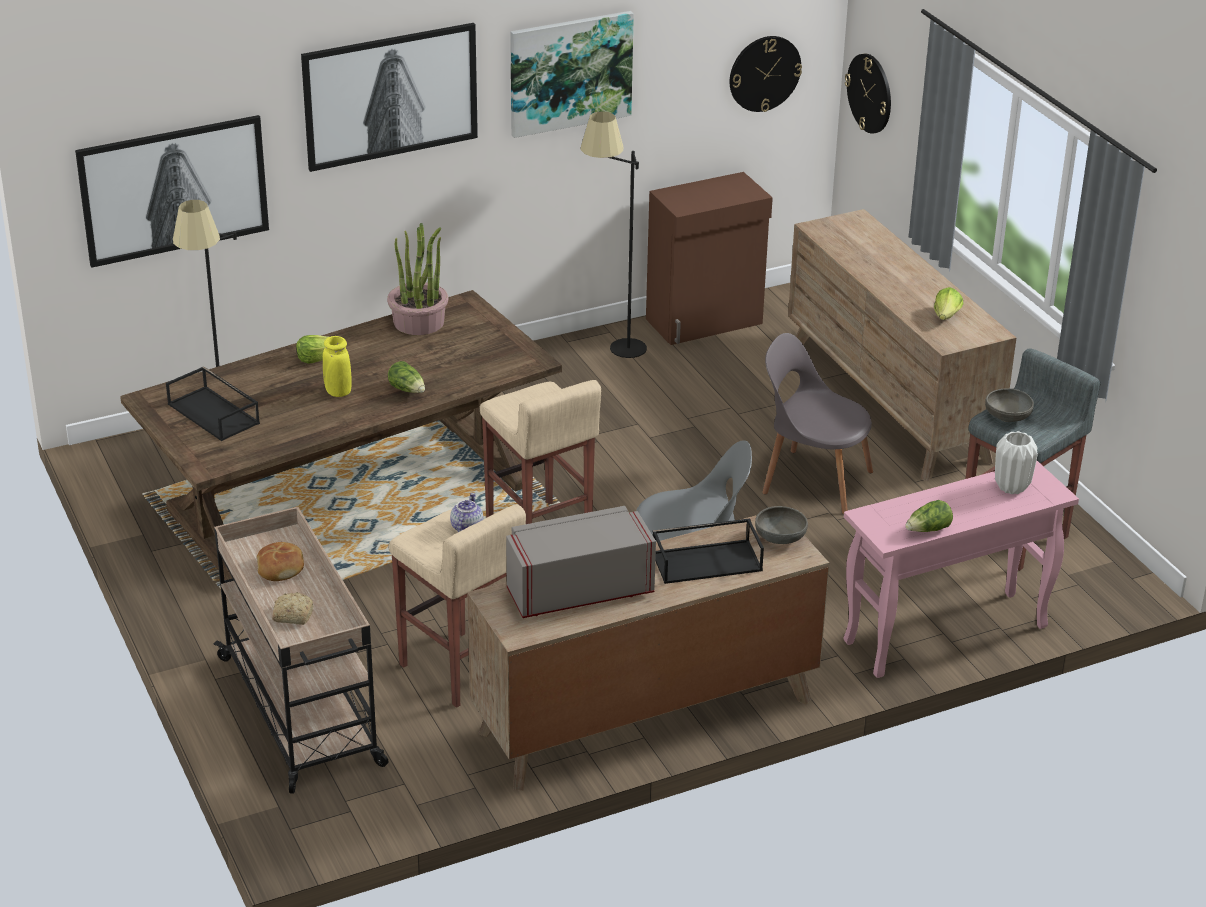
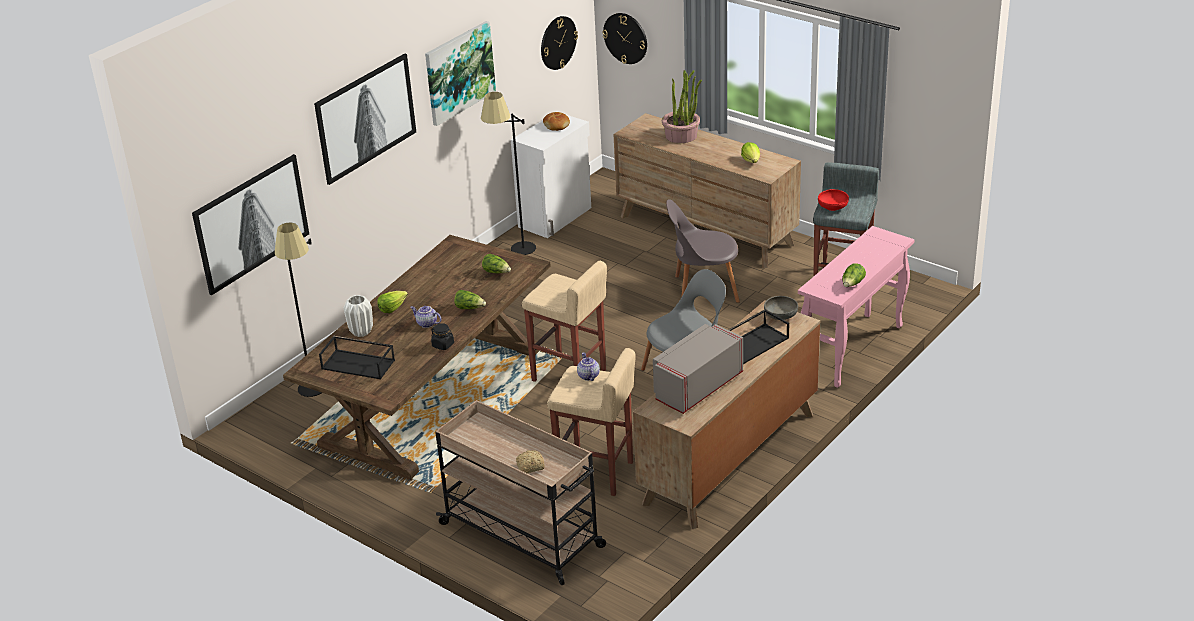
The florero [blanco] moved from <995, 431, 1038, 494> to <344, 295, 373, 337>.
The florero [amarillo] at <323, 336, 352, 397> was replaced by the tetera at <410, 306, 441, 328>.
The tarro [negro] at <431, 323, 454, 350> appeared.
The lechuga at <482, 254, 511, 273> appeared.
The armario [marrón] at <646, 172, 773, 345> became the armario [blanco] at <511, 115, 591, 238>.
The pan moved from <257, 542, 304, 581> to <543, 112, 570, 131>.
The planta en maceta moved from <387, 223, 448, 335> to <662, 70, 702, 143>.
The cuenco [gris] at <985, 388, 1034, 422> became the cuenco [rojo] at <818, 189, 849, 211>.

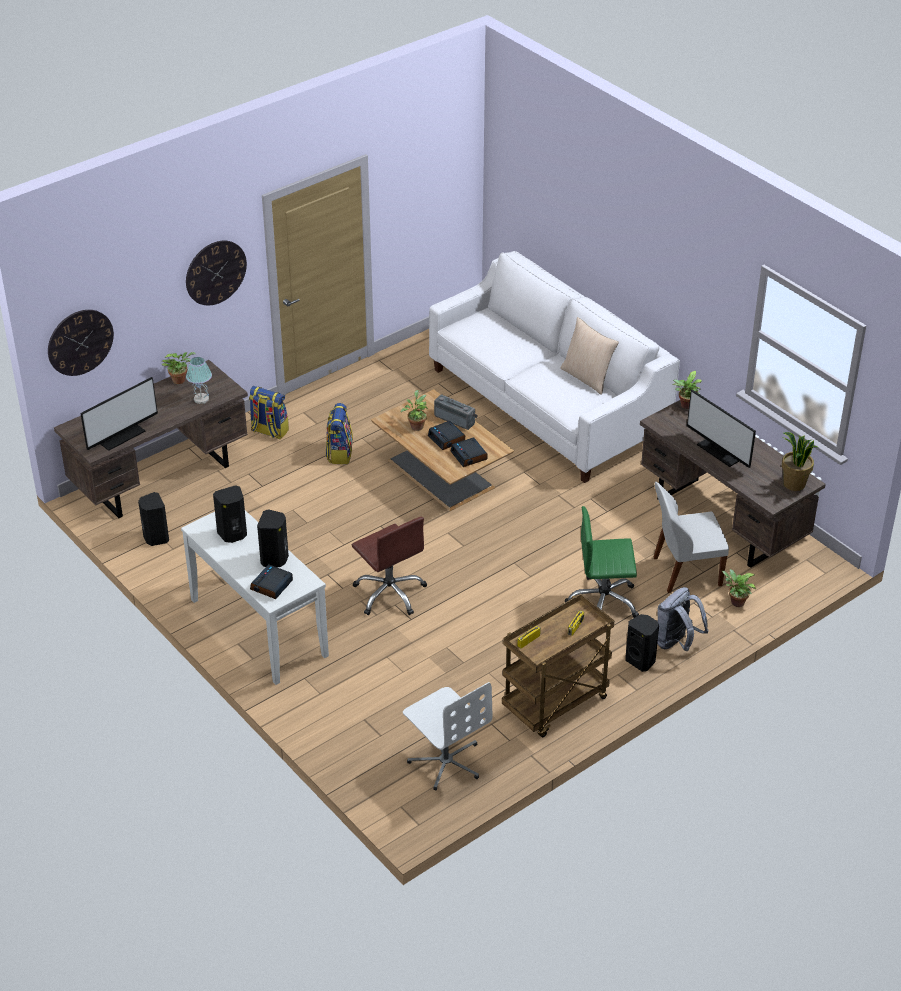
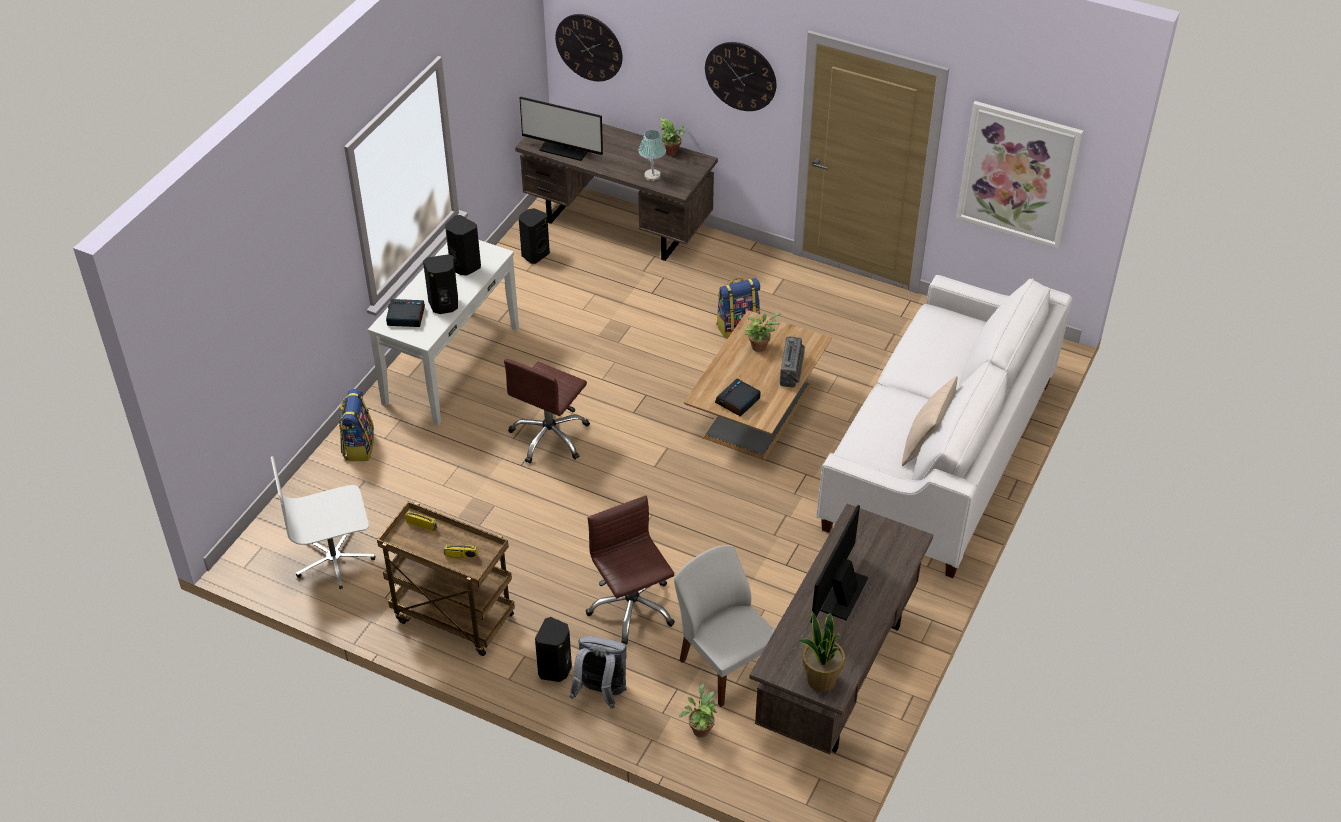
The silla de oficina [blanco] at <403, 682, 492, 790> turned 45 degrees clockwise.
The mochila moved from <249, 386, 289, 440> to <339, 389, 374, 461>.
The silla de oficina [verde] at <565, 506, 639, 618> became the silla de oficina [marrón] at <586, 495, 675, 645>.
The cuadro at <956, 101, 1083, 249> appeared.
The despertador at <428, 421, 465, 450> disappeared.
The planta en maceta at <672, 371, 702, 409> disappeared.

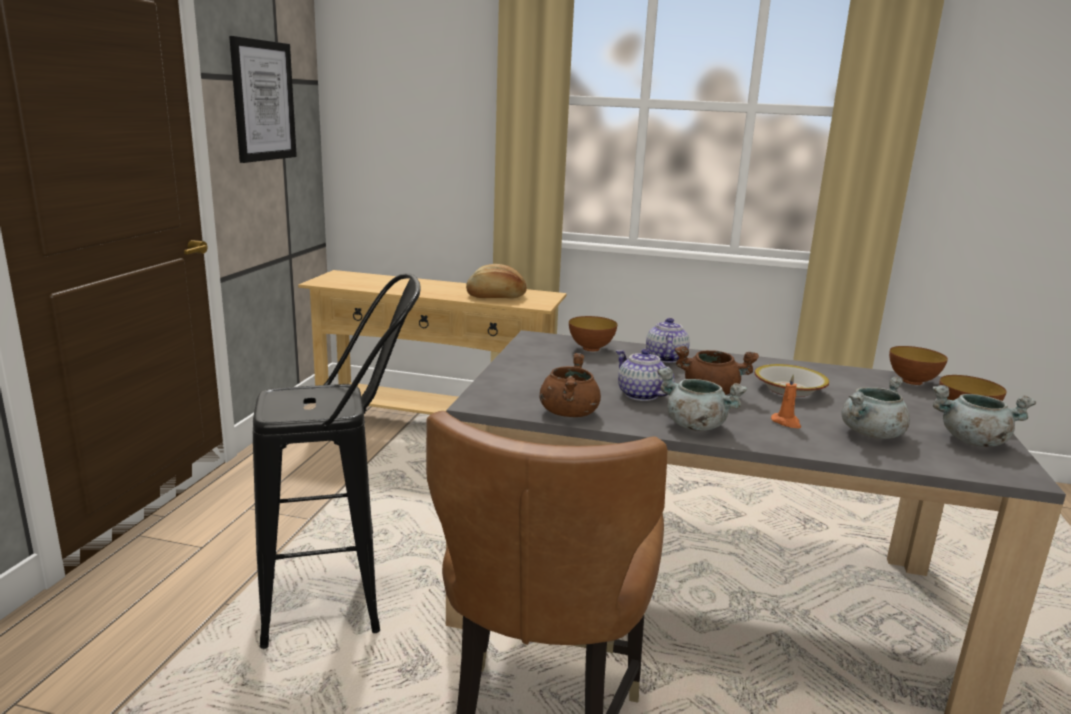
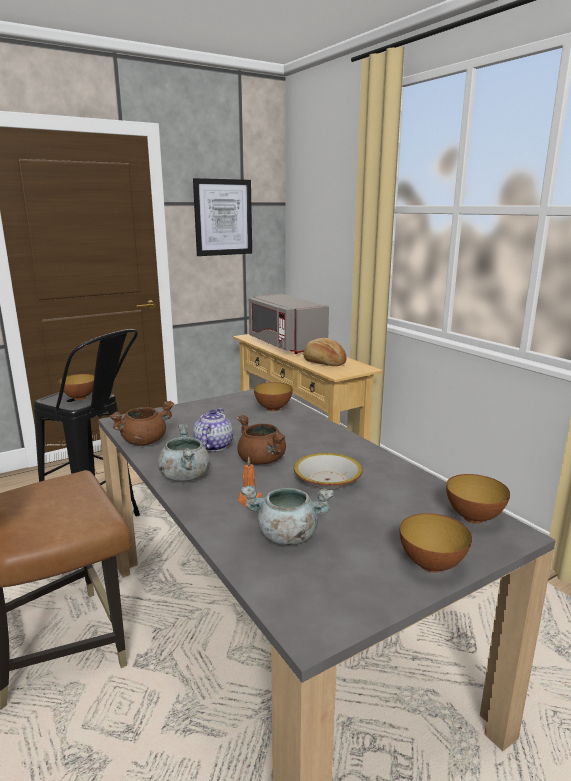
The cuenco at <59, 374, 95, 400> appeared.
The microondas [gris] at <249, 294, 329, 354> appeared.
The tetera at <646, 318, 690, 363> disappeared.
The olla [gris] at <932, 385, 1036, 447> disappeared.

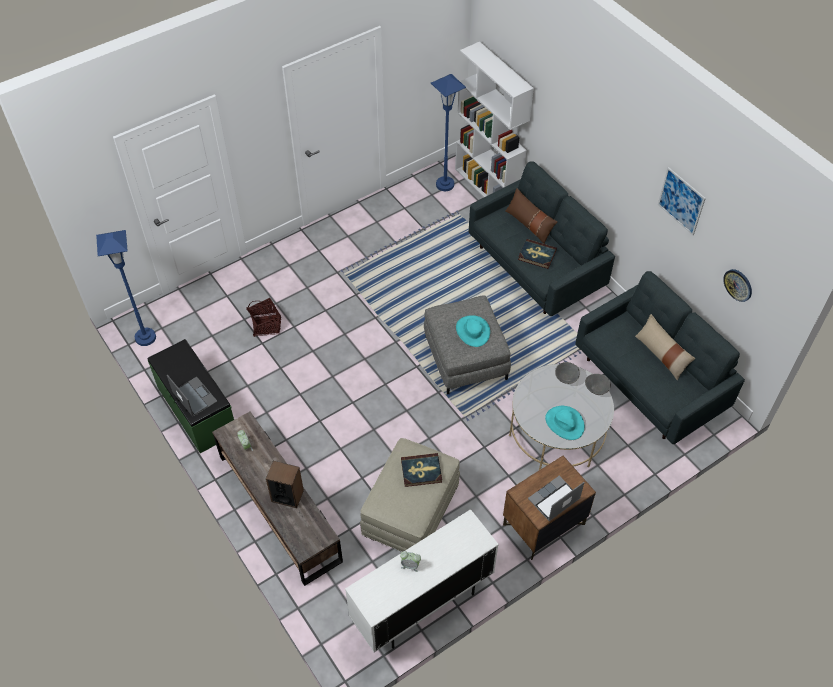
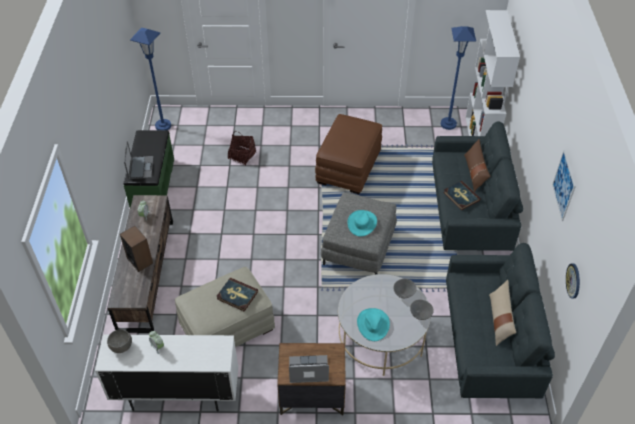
The cuenco [gris] at <107, 329, 132, 353> appeared.
The puf [marrón] at <315, 114, 382, 194> appeared.

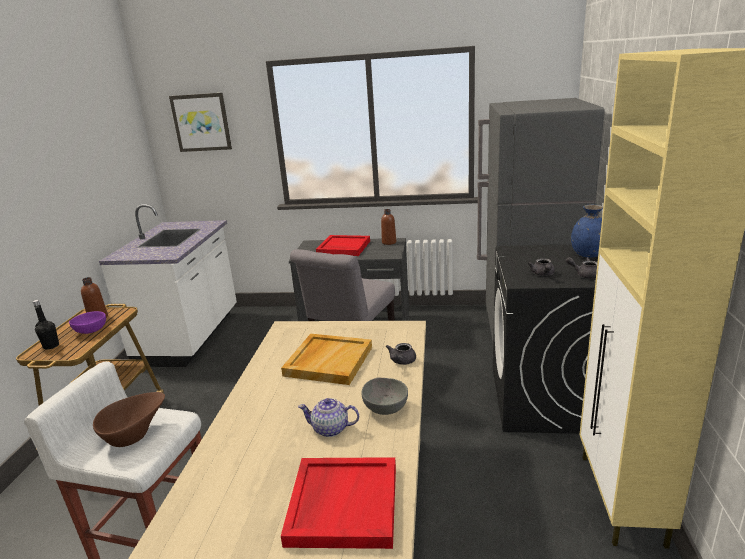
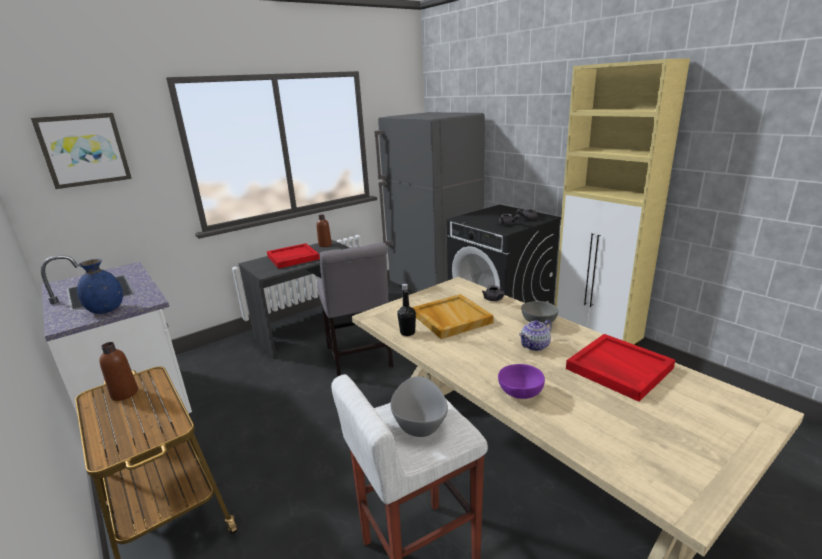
The florero [azul] moved from <571, 205, 603, 258> to <77, 259, 123, 314>.
The cuenco [marrón] at <93, 392, 165, 447> became the cuenco [gris] at <390, 376, 448, 437>.
The botella [negro] moved from <33, 300, 59, 349> to <397, 284, 416, 336>.
The cuenco [morado] moved from <69, 311, 106, 334> to <498, 364, 545, 399>.

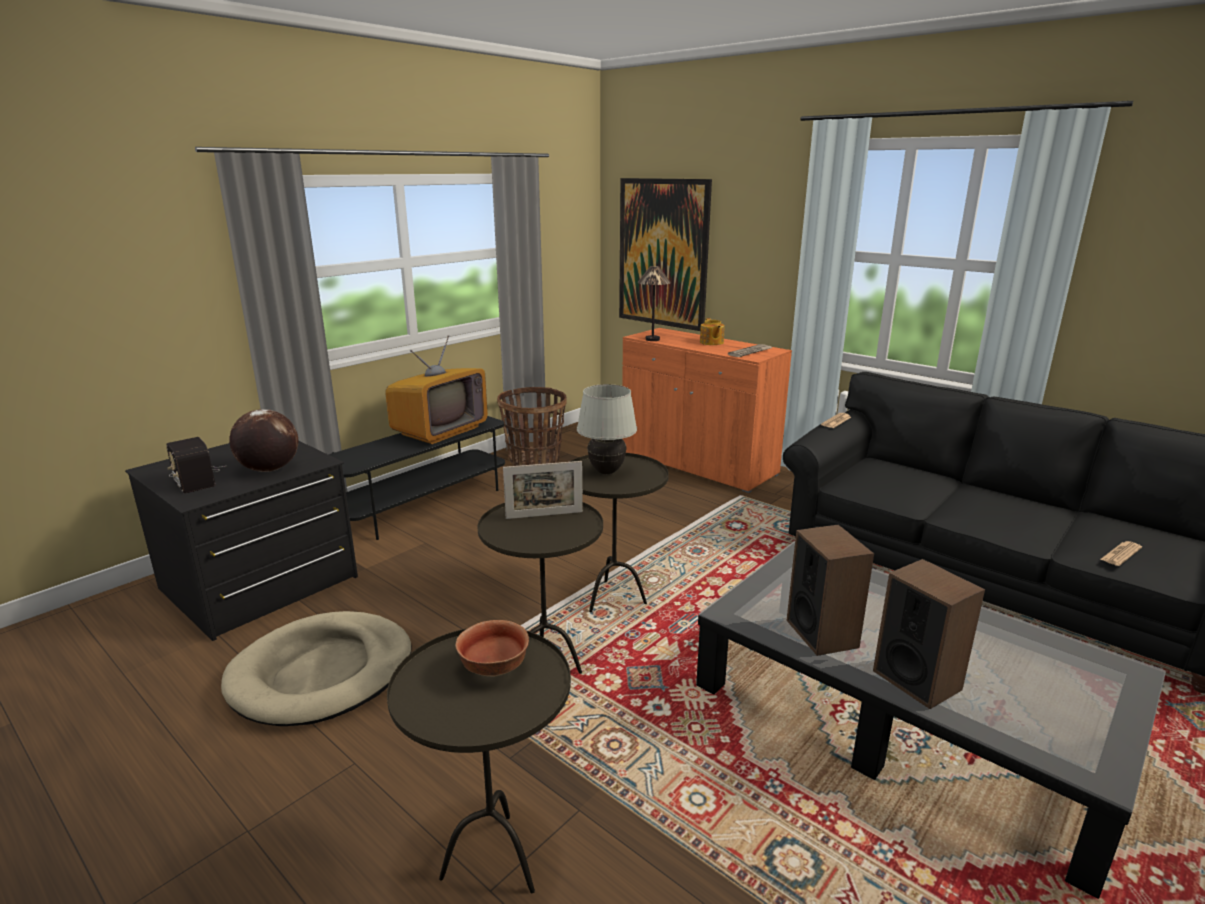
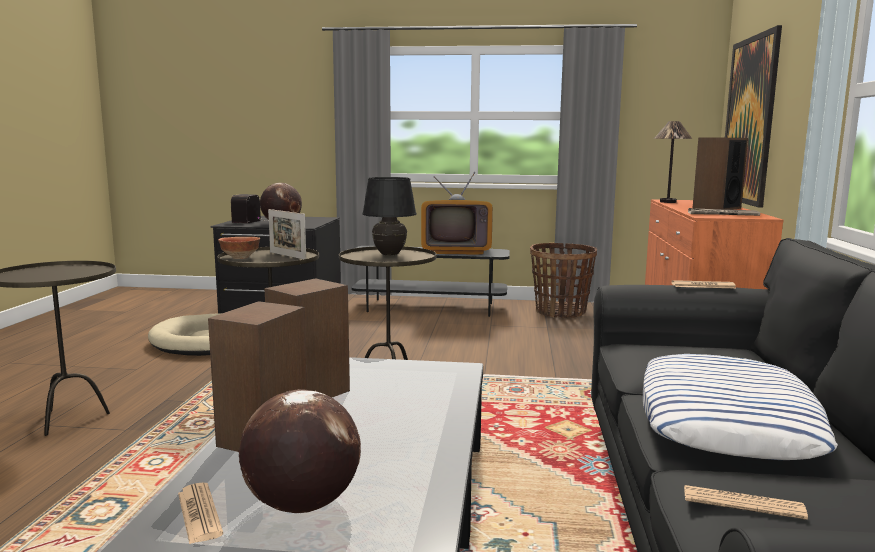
The periódico at <178, 483, 223, 544> appeared.
The cuenco moved from <455, 620, 529, 677> to <218, 237, 260, 259>.
The globo terráqueo at <239, 389, 361, 513> appeared.
The lámpara de mesa [blanco] at <577, 384, 637, 474> became the lámpara de mesa [negro] at <362, 177, 416, 256>.
The cojín at <643, 354, 838, 460> appeared.
The tetera at <700, 318, 725, 345> was replaced by the altavoz at <693, 138, 748, 210>.

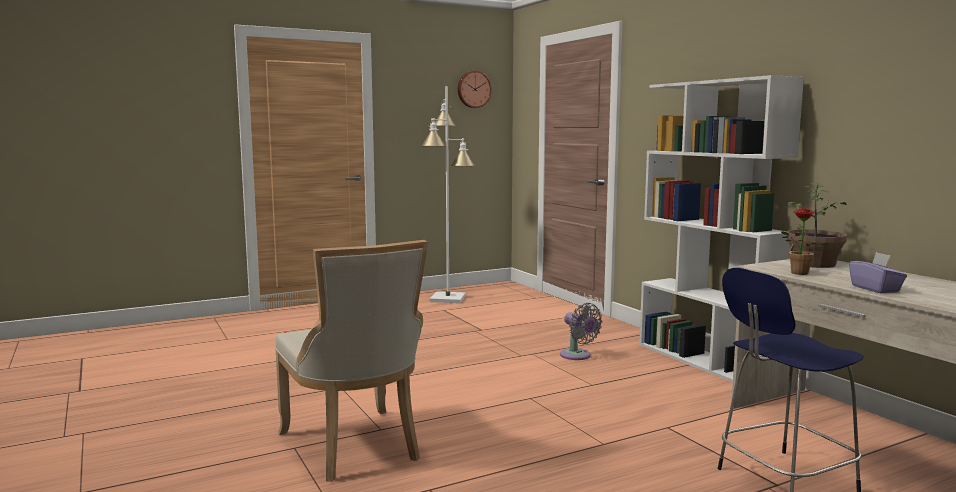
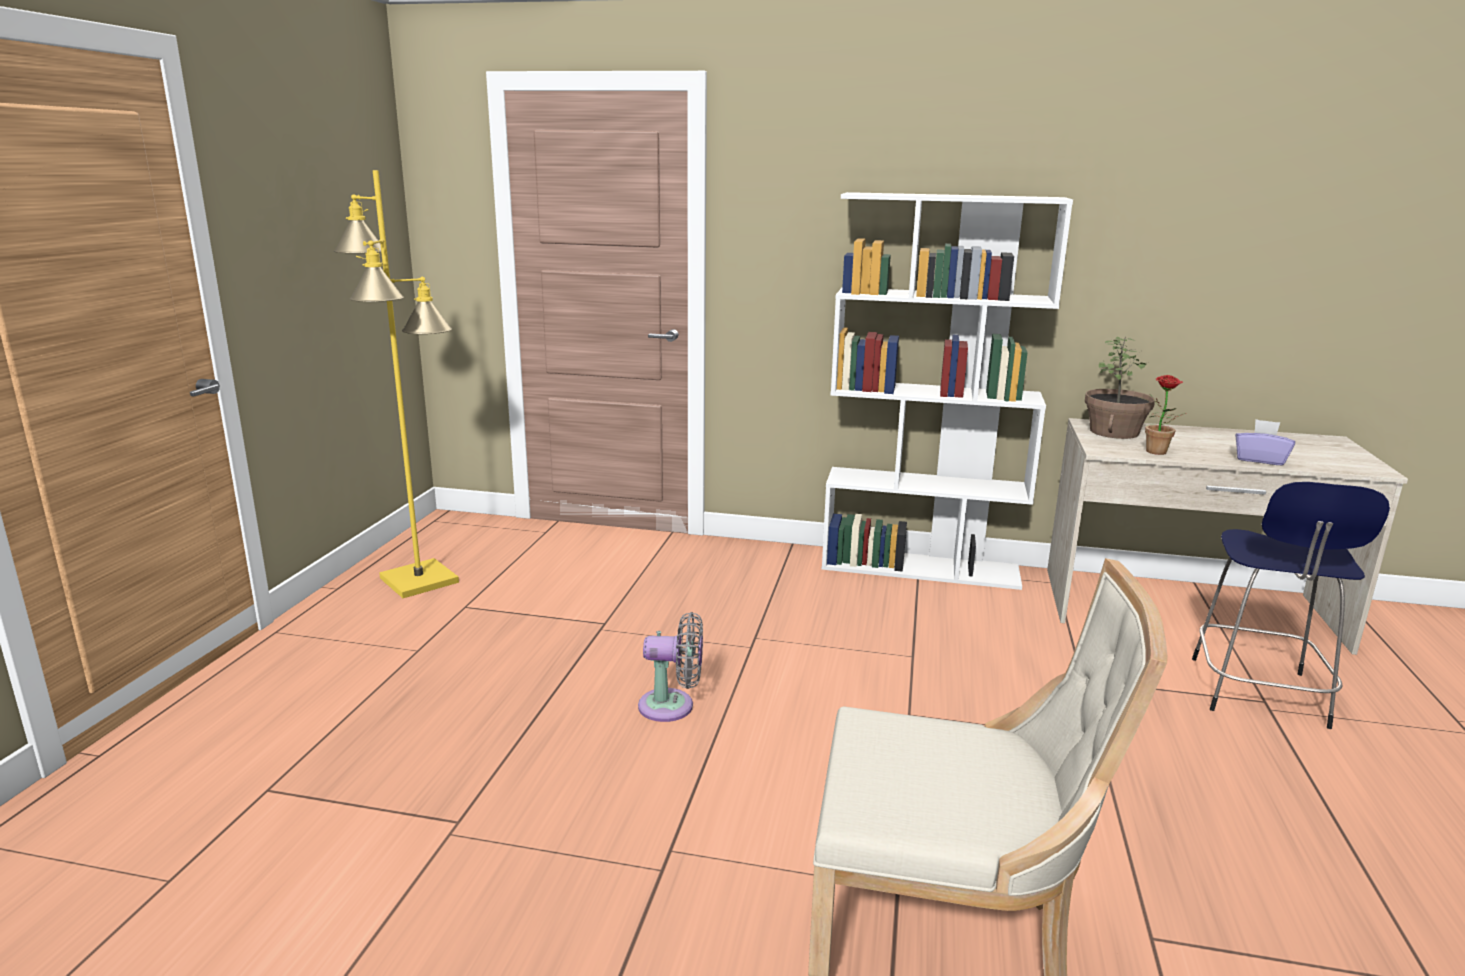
The lámpara de pie [blanco] at <421, 86, 475, 303> became the lámpara de pie [amarillo] at <334, 170, 459, 598>.
The ventilador [gris] moved from <560, 303, 603, 360> to <638, 612, 703, 722>.
The reloj de pared at <458, 71, 492, 108> disappeared.

